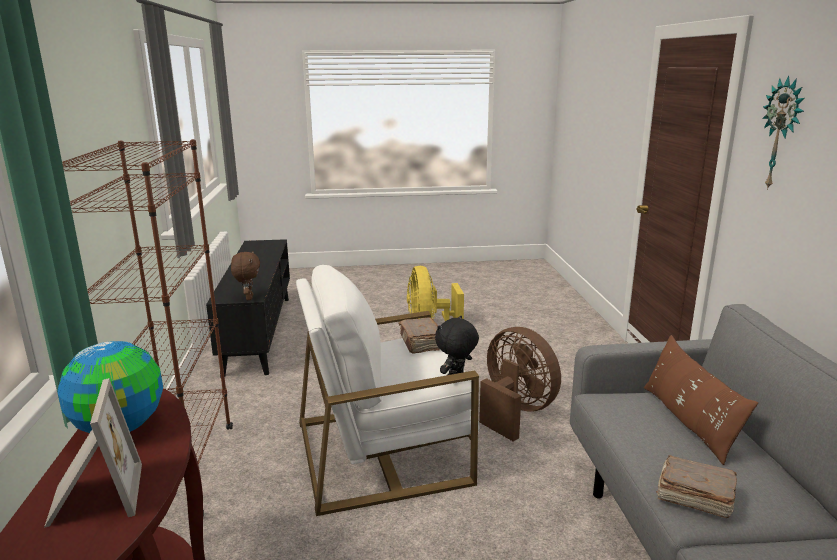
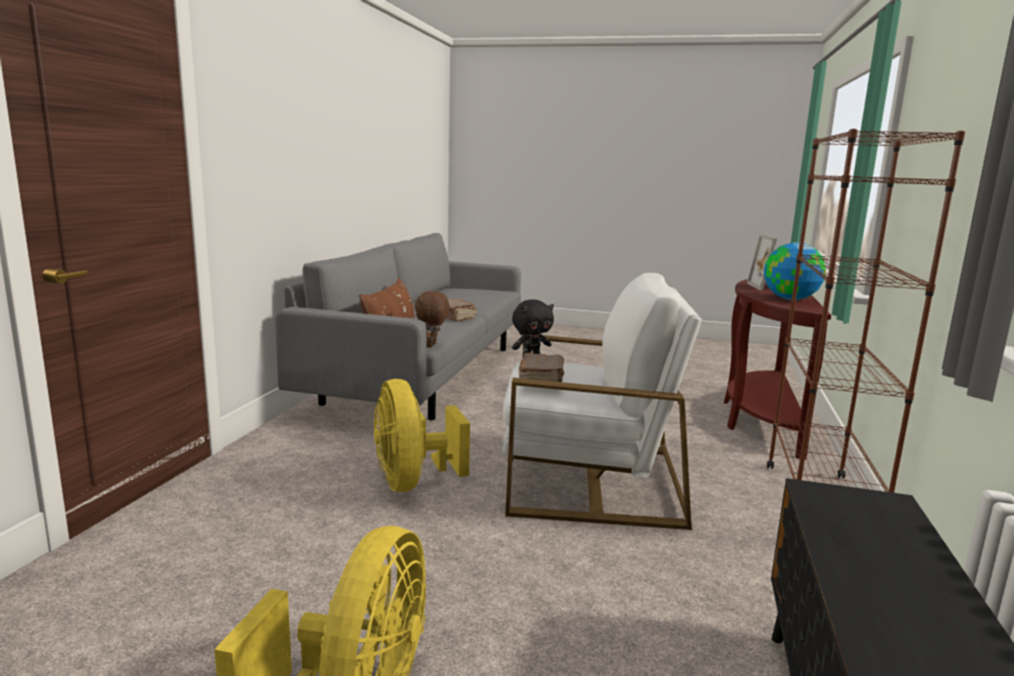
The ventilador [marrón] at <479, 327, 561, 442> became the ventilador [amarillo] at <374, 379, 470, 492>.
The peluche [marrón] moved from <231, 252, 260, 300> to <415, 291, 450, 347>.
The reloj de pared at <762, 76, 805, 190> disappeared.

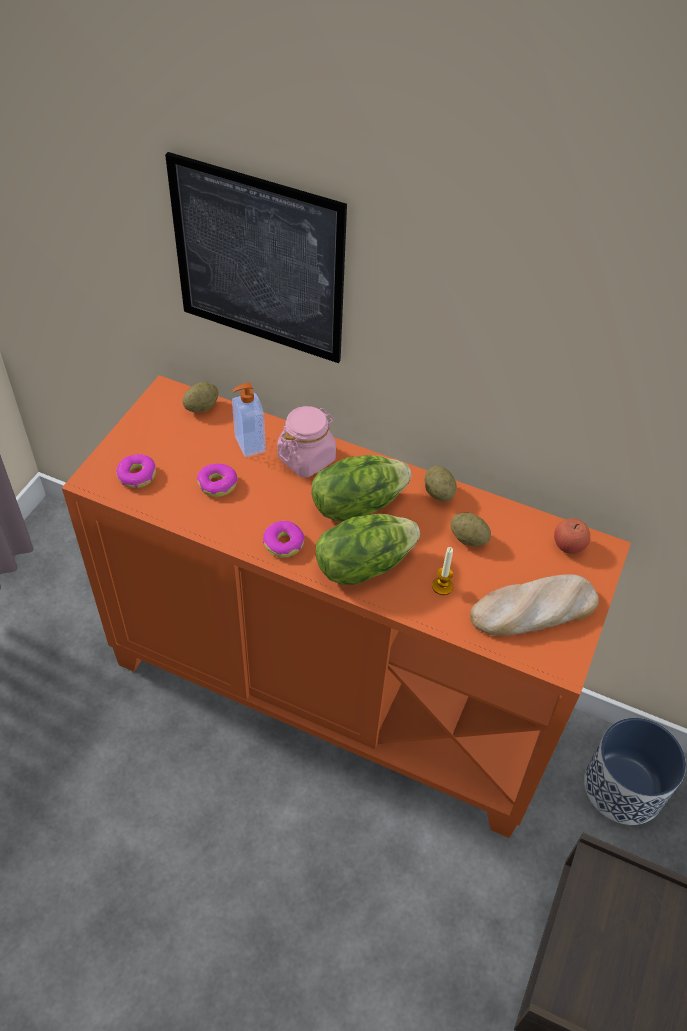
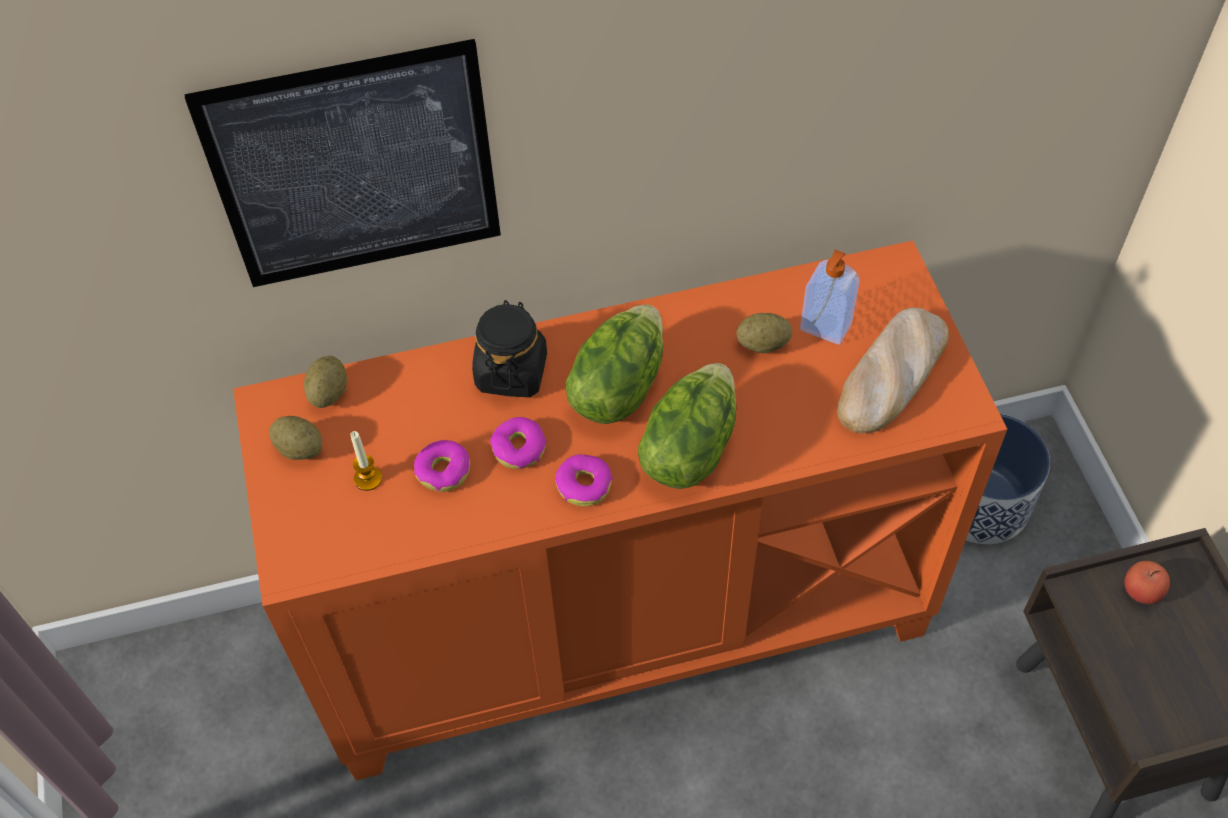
The patata moved from <425, 466, 457, 502> to <269, 416, 322, 460>.
The vela moved from <432, 547, 454, 595> to <350, 431, 382, 491>.
The tarro [rosa] at <277, 406, 336, 477> became the tarro [negro] at <472, 300, 547, 397>.
The rosquilla moved from <116, 454, 156, 488> to <490, 417, 547, 469>.
The dispensador de jabón moved from <232, 383, 266, 457> to <800, 250, 860, 345>.
The manzana moved from <554, 518, 590, 554> to <1125, 561, 1170, 604>.

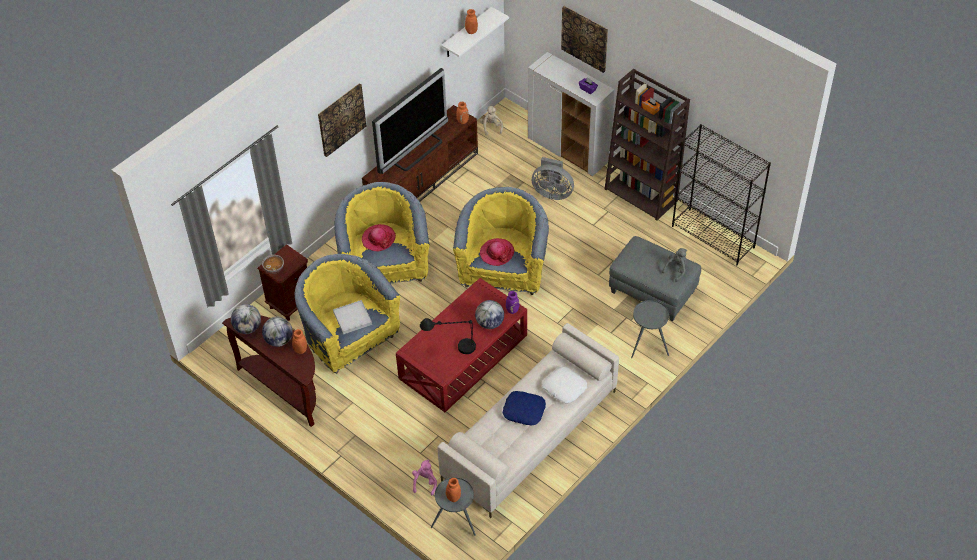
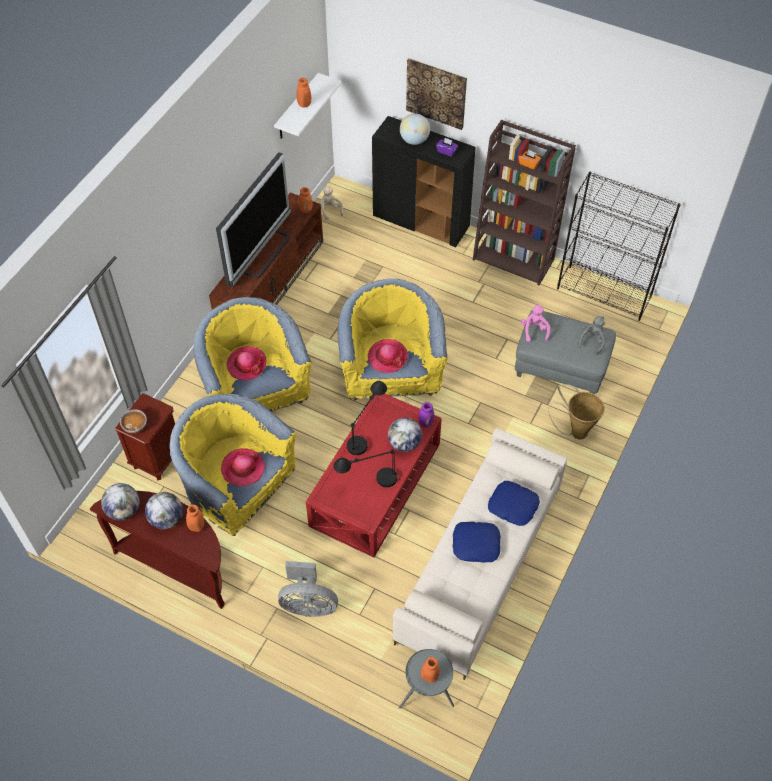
The bandeja [blanco] at <333, 300, 372, 334> was replaced by the sombrero at <221, 448, 265, 486>.
The ventilador [gris] moved from <532, 157, 574, 200> to <278, 561, 338, 617>.
The lámpara de mesa [negro] at <347, 381, 387, 455> appeared.
The armario [blanco] at <528, 52, 614, 176> became the armario [negro] at <372, 116, 476, 247>.
The globo terráqueo at <400, 113, 430, 145> appeared.
The cojín [blanco] at <542, 366, 587, 403> became the cojín [azul] at <488, 481, 540, 526>.
The peluche [rosa] moved from <412, 459, 437, 495> to <521, 304, 550, 342>.
The mesa auxiliar [gris] at <631, 300, 669, 358> was replaced by the cesta at <548, 384, 605, 440>.
The cuadro at <318, 84, 366, 157> disappeared.

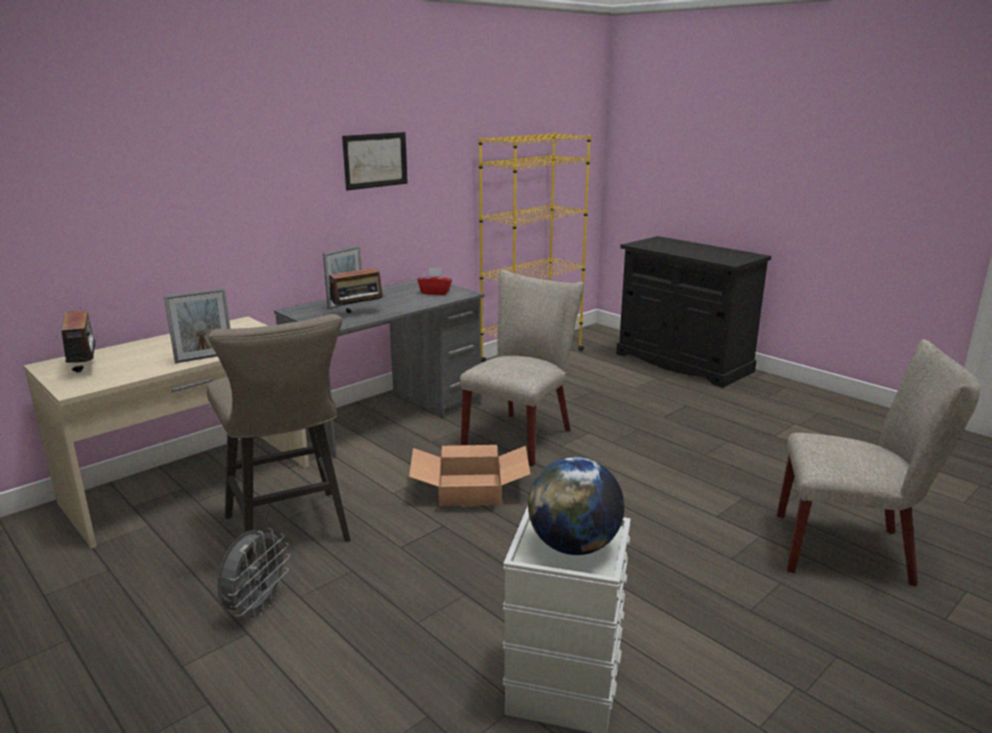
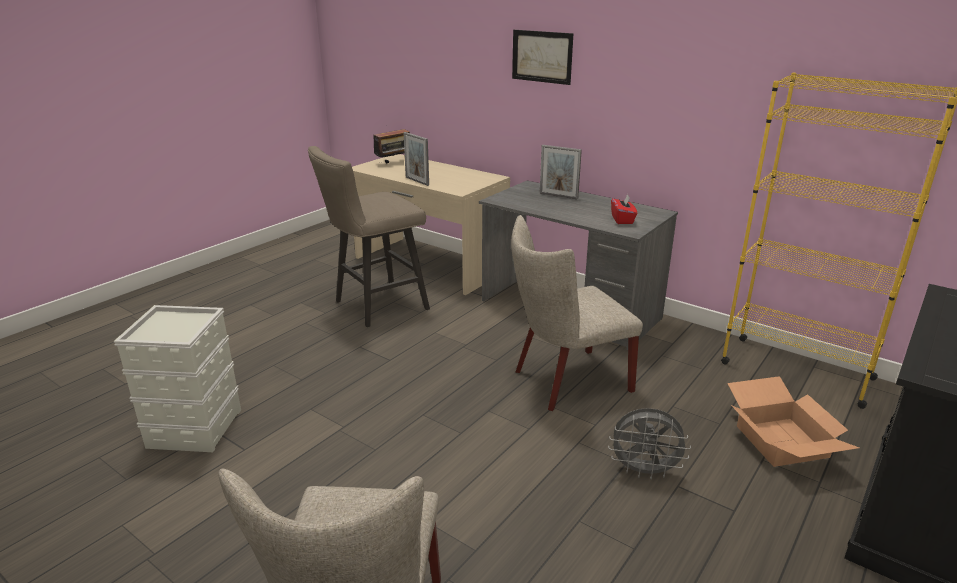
The silla [beis] at <460, 270, 584, 467> turned 135 degrees clockwise.
The cuadro moved from <342, 132, 408, 191> to <512, 30, 574, 85>.
The ventilador [gris] moved from <217, 528, 290, 620> to <608, 408, 691, 479>.
The caja de cartón moved from <409, 445, 530, 506> to <727, 376, 859, 467>.
The radio at <329, 263, 385, 313> disappeared.
The globo terráqueo at <528, 457, 624, 555> disappeared.

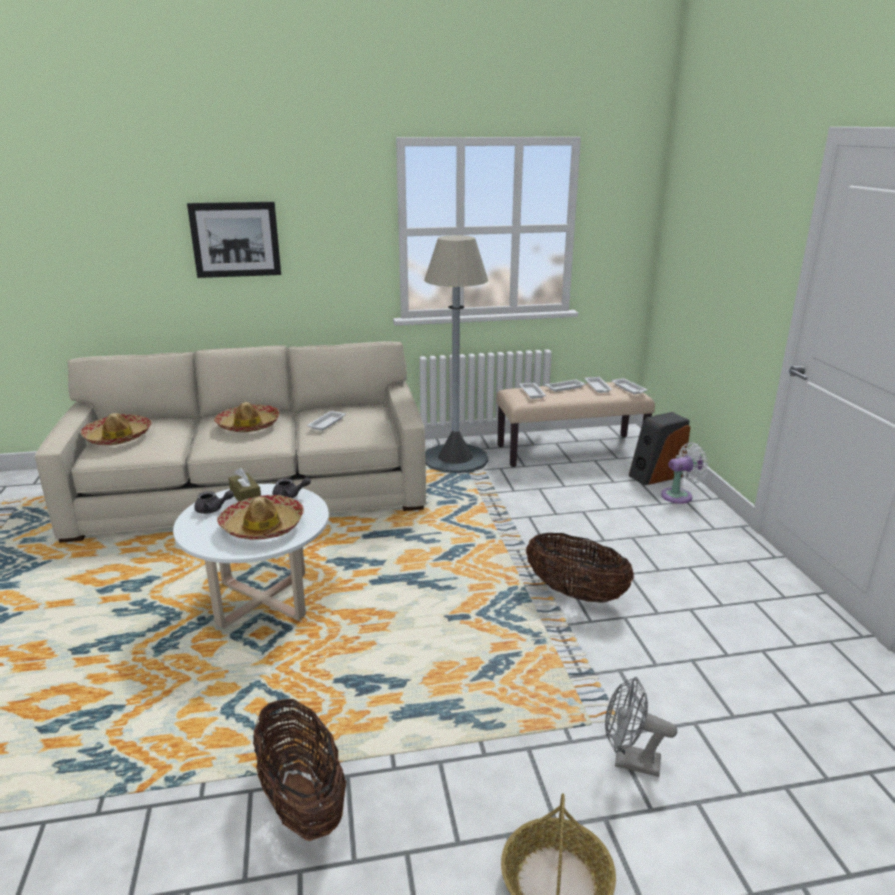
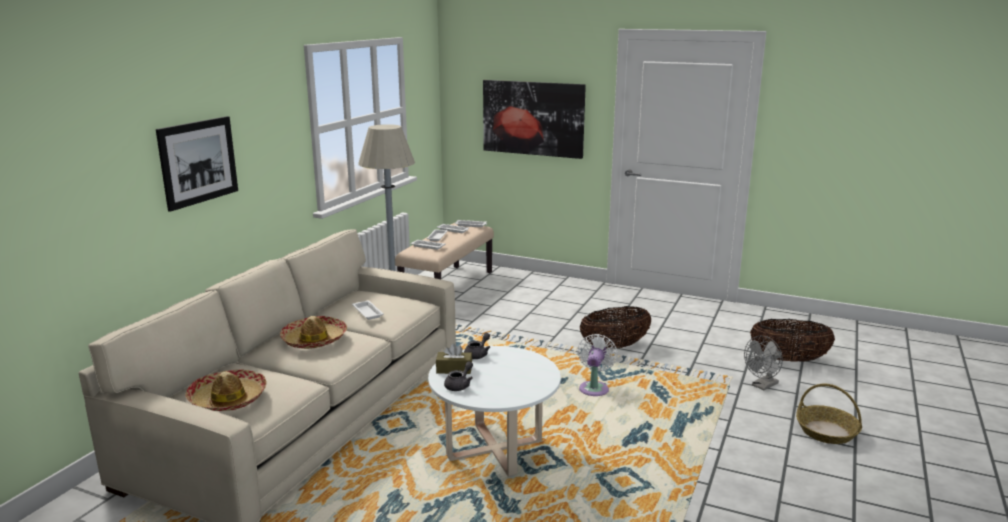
The cuadro at <483, 80, 586, 159> appeared.
The ventilador [blanco] moved from <661, 442, 709, 504> to <578, 334, 618, 396>.
The cesta moved from <253, 698, 346, 841> to <750, 319, 835, 362>.
The sombrero at <217, 495, 304, 540> disappeared.
The altavoz at <628, 412, 691, 486> disappeared.

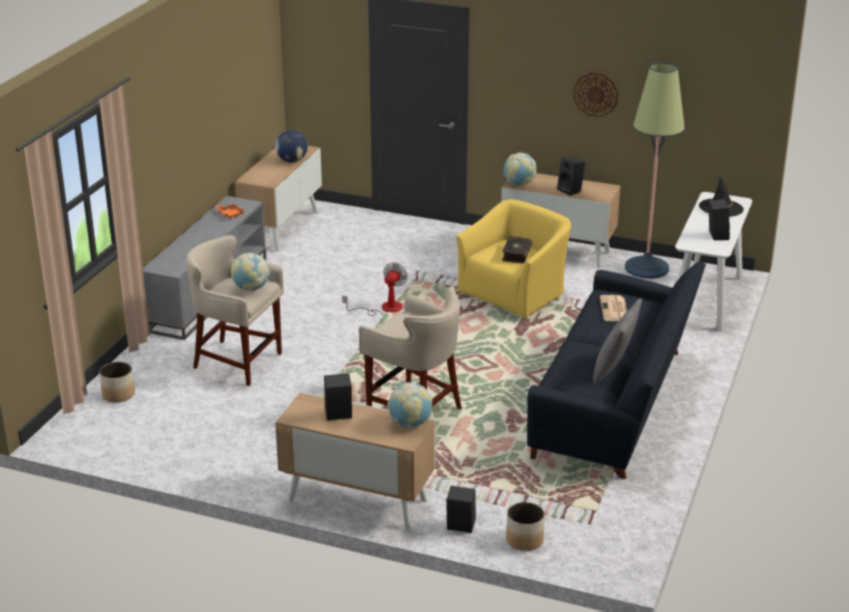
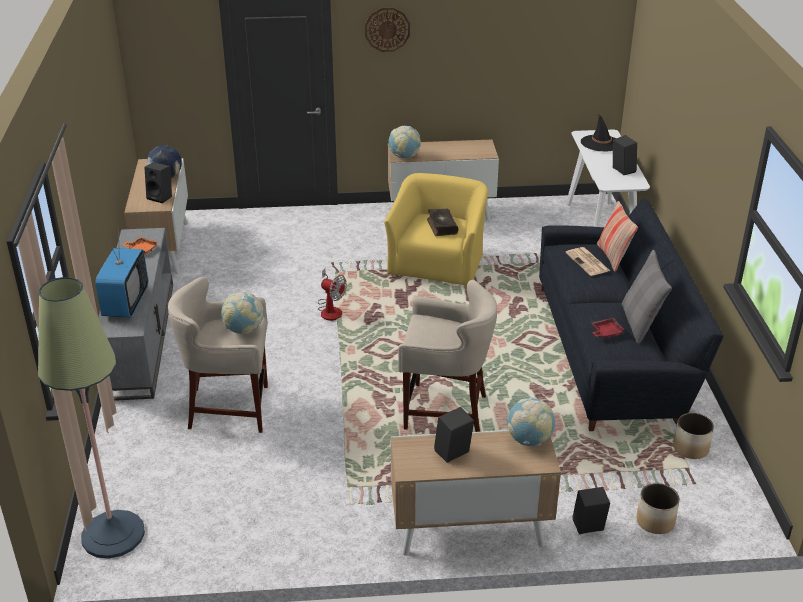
The lámpara de pie moved from <625, 62, 685, 279> to <38, 277, 145, 559>.
The televisor at <95, 227, 148, 318> appeared.
The altavoz [negro] moved from <557, 156, 585, 195> to <144, 162, 172, 203>.
The ventilador at <342, 263, 408, 316> turned 120 degrees clockwise.
The reloj de pared moved from <573, 72, 618, 117> to <365, 8, 410, 52>.
The bandeja [rojo] at <592, 318, 626, 338> appeared.
The cojín at <597, 201, 638, 272> appeared.
The maceta moved from <99, 362, 135, 402> to <673, 413, 714, 459>.

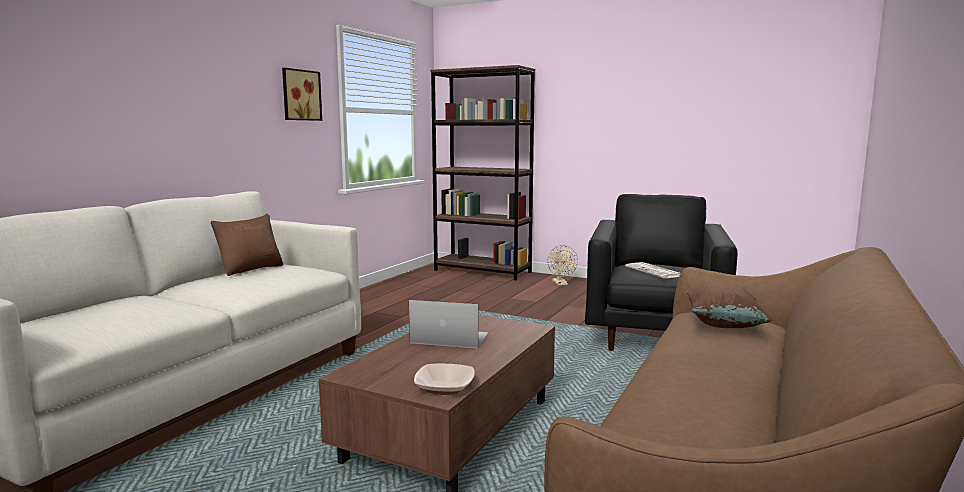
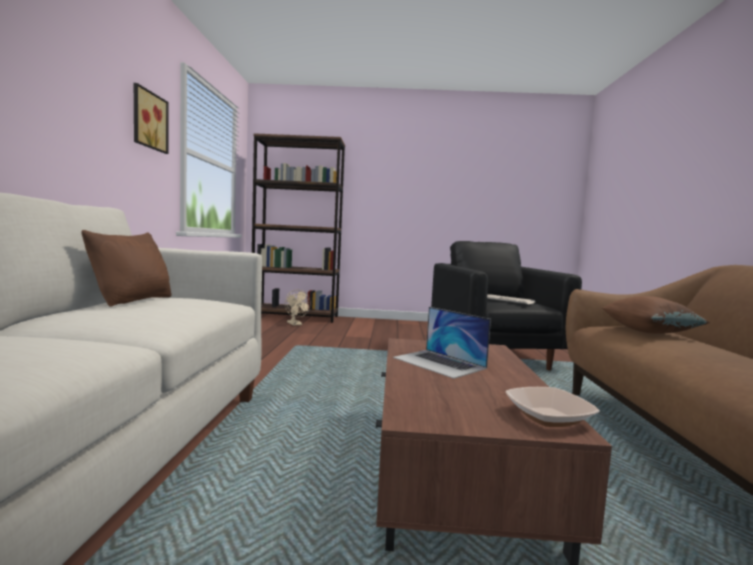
The ventilador [beis] moved from <547, 245, 578, 286> to <285, 290, 311, 326>.
The portátil at <409, 300, 488, 349> turned 120 degrees counterclockwise.

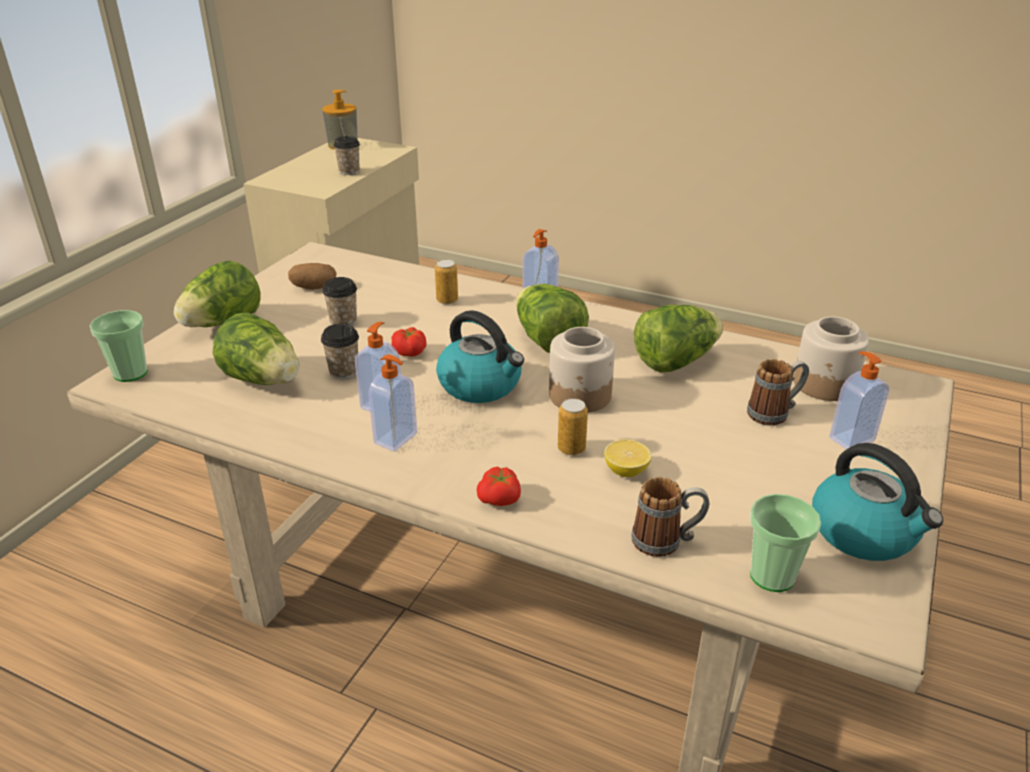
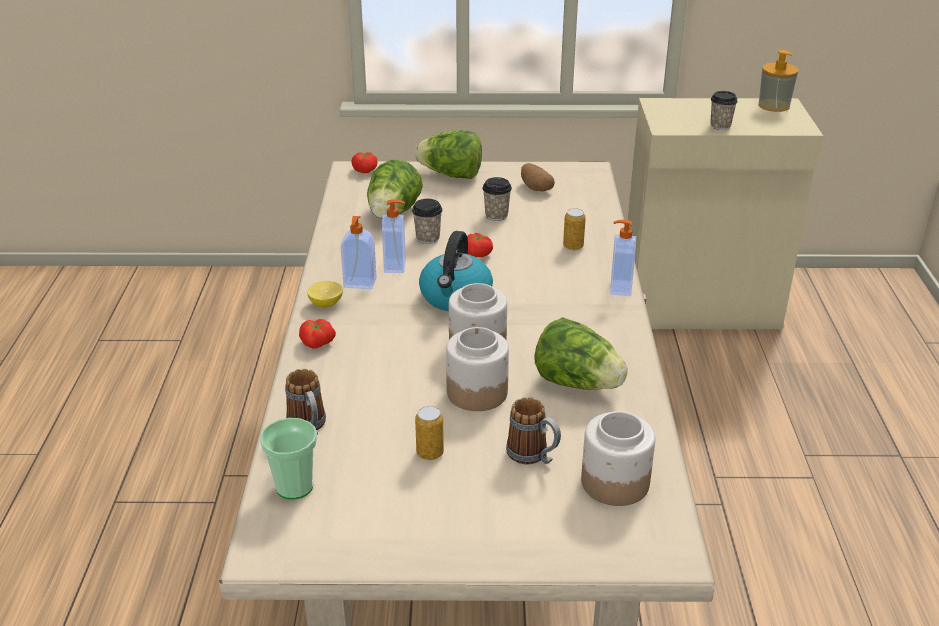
The limón moved from <604, 439, 651, 477> to <307, 281, 343, 308>.
The taza at <90, 310, 148, 382> was replaced by the tomate at <351, 152, 378, 173>.
The lata moved from <558, 398, 588, 455> to <415, 406, 444, 460>.
The tarro at <446, 327, 509, 411> appeared.
The lechuga at <516, 284, 589, 353> disappeared.
The hervidor at <812, 443, 943, 561> disappeared.
The dispensador de jabón at <829, 352, 889, 449> disappeared.

